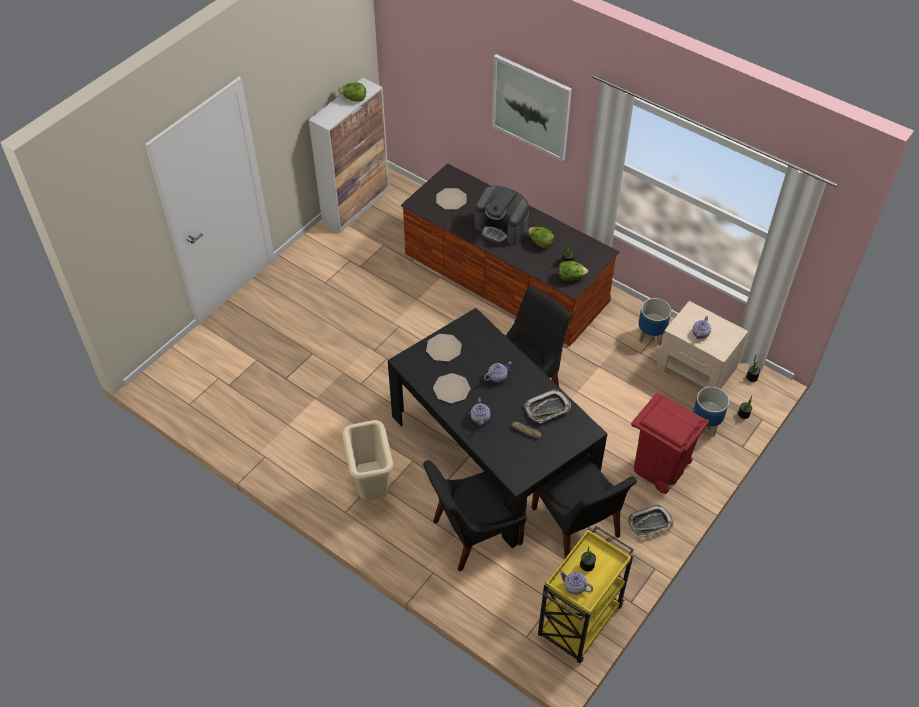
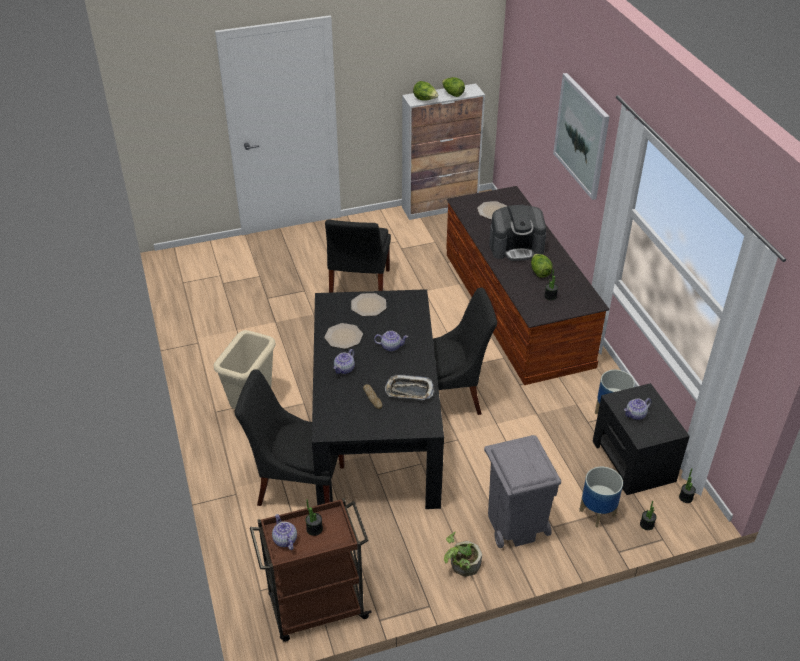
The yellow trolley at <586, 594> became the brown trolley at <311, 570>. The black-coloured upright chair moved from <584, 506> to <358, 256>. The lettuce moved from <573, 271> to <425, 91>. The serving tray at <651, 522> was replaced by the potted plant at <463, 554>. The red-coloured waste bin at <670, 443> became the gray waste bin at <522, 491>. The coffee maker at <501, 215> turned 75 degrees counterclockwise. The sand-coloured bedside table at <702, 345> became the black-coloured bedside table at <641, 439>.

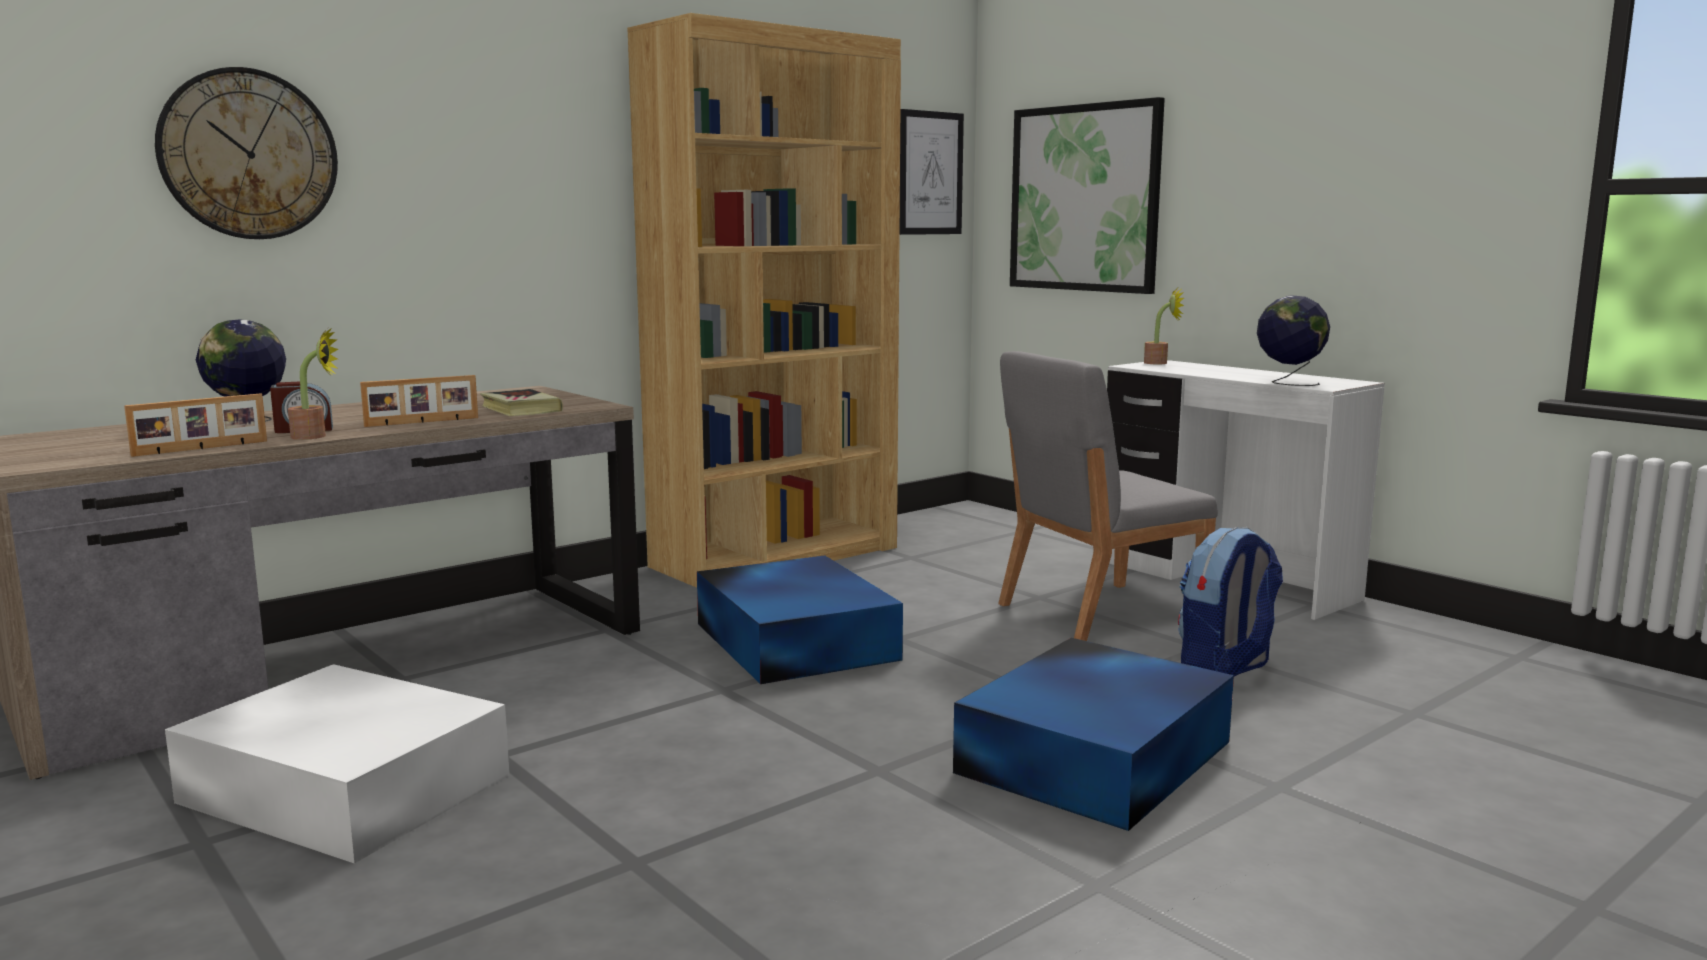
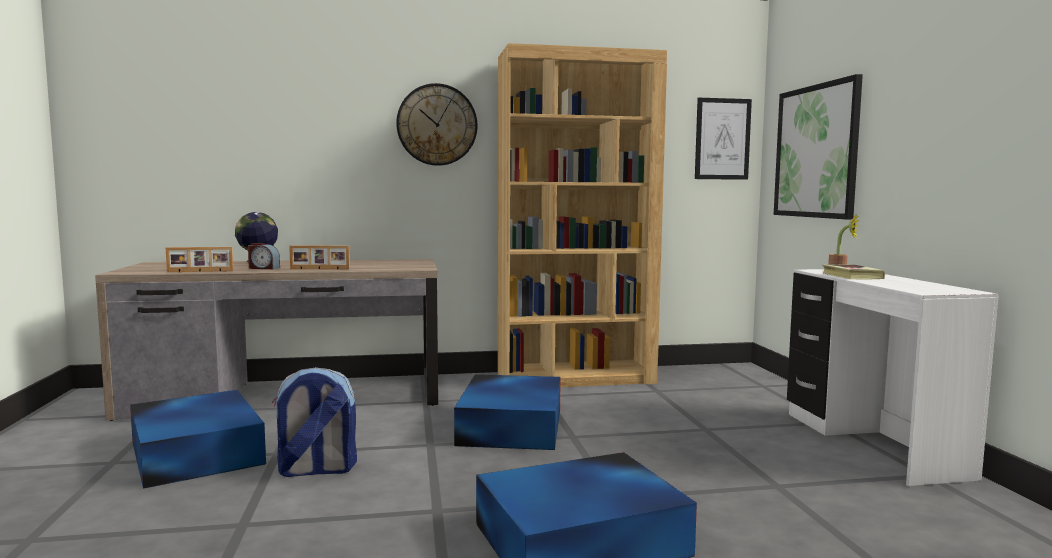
The white storage bin at <337, 764> became the blue storage bin at <198, 439>. The backpack moved from <1230, 602> to <314, 422>. The hanging clock moved from <246, 153> to <436, 124>. The bound book moved from <521, 402> to <853, 272>. The potted plant at <313, 384> disappeared. The gray upright chair at <1108, 496> disappeared. The desk globe at <1293, 340> disappeared.

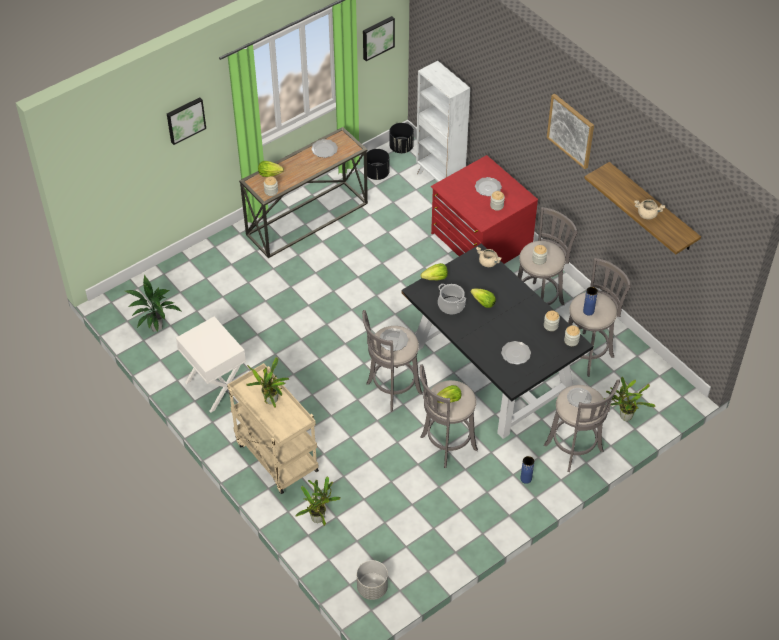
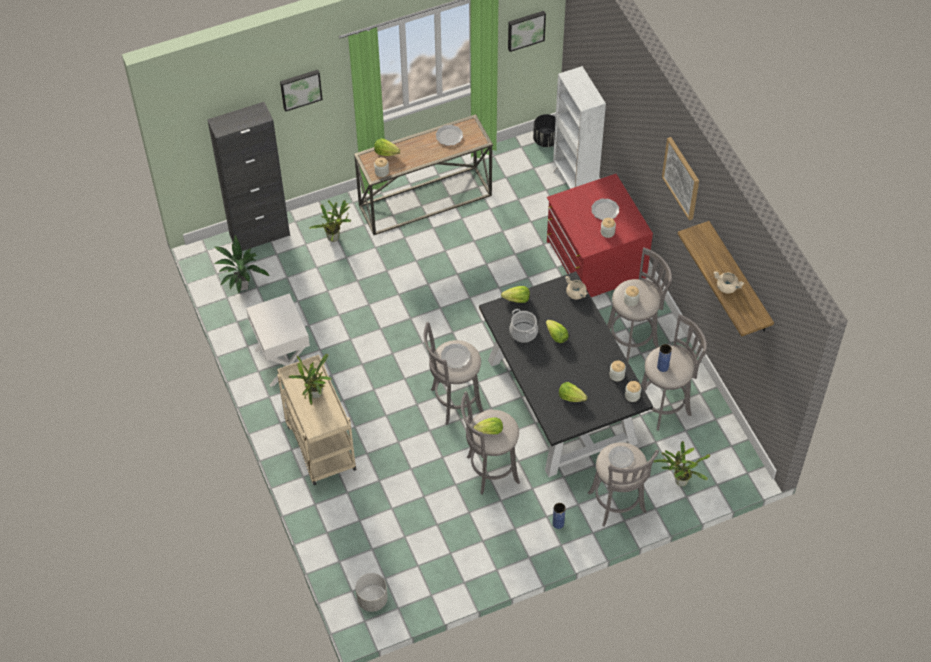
The black-coloured storage cabinet at <248, 176> appeared. The potted plant moved from <318, 501> to <330, 221>. The dinner plate at <516, 353> was replaced by the lettuce at <573, 392>. The black-coloured flower pot at <378, 164> disappeared.

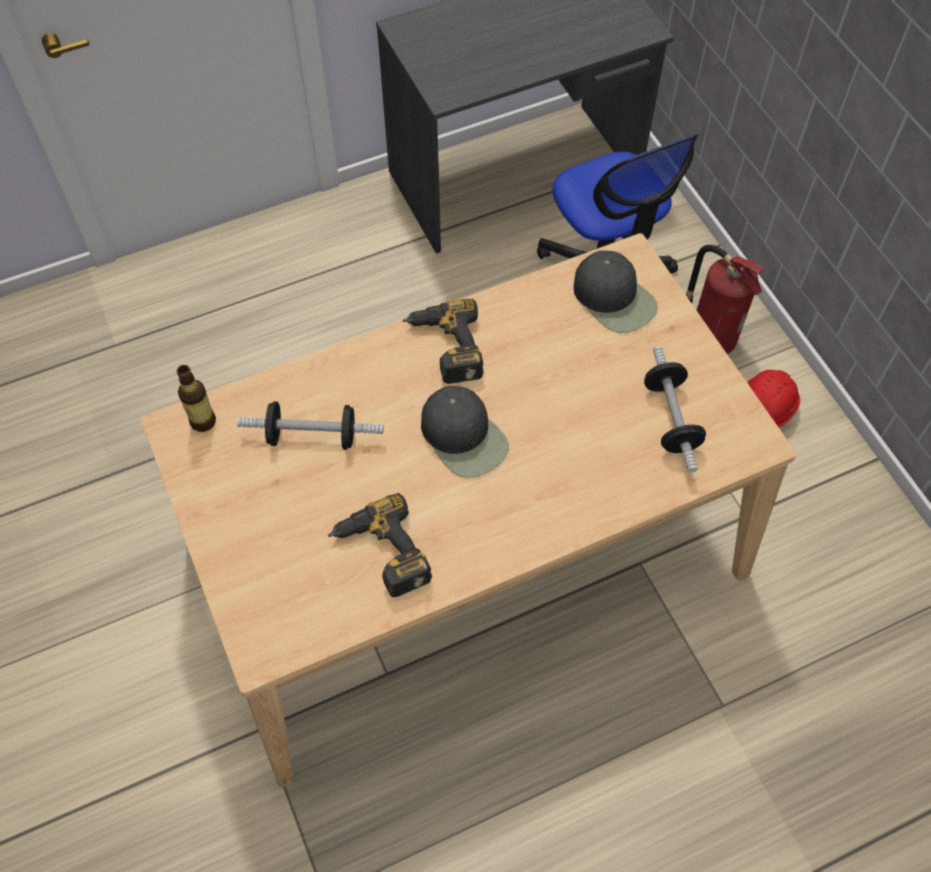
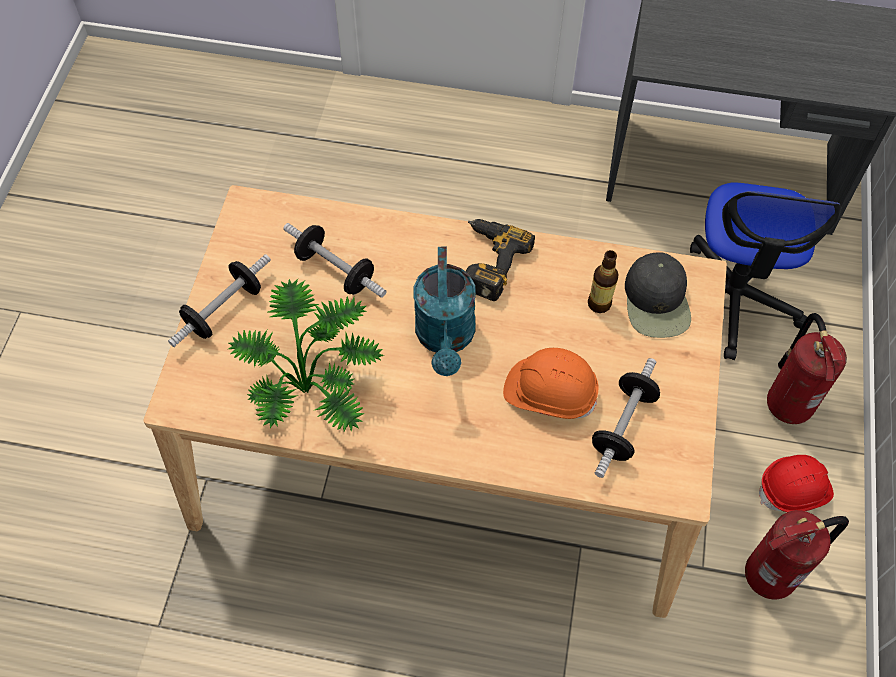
The free weight at <219, 300> appeared. The electric drill at <380, 545> was replaced by the potted plant at <306, 355>. The black-coloured baseball cap at <465, 432> was replaced by the turquoise watering pot at <444, 311>. The orange work helmet at <550, 383> appeared. The bottle moved from <196, 398> to <603, 281>. The fire extinguisher at <797, 555> appeared.

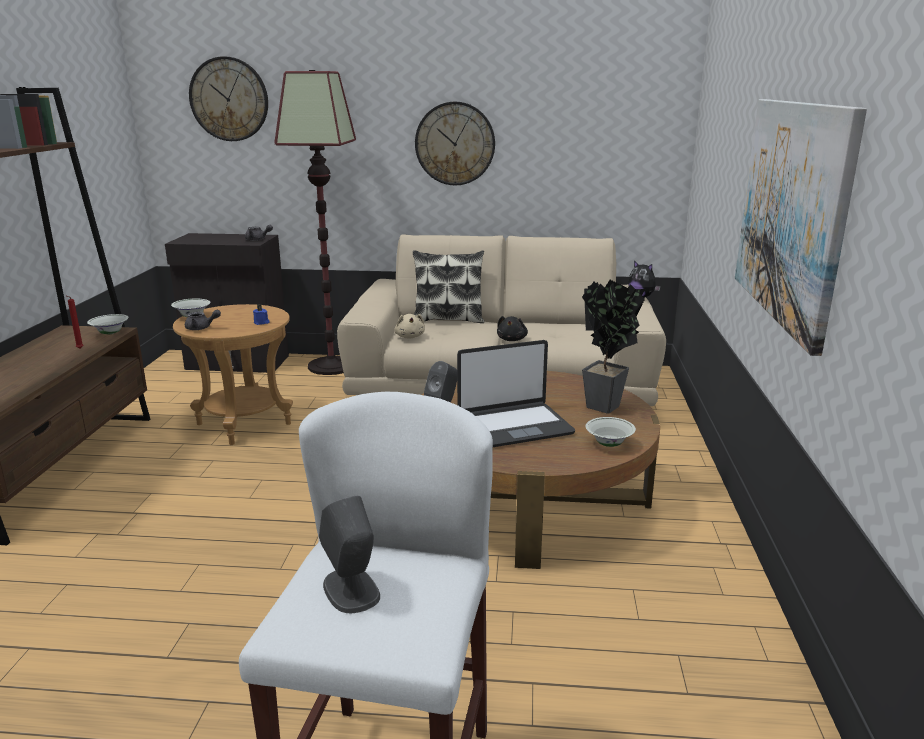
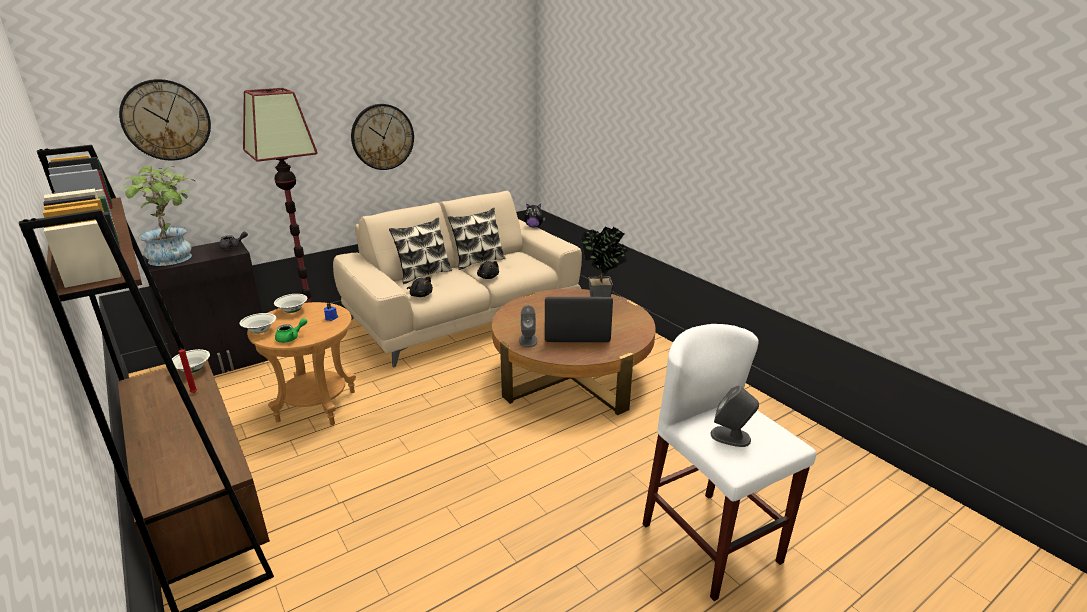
The potted plant at <156, 216> appeared. The white deep dish moved from <610, 432> to <290, 303>. The gray pot for tea at <203, 320> became the greenish pot for tea at <291, 330>. The sand-coloured plush toy at <409, 326> became the black-coloured plush toy at <420, 287>. The throw pillow at <476, 239> appeared. The notebook computer at <516, 393> turned 120 degrees counterclockwise. The wall picture at <801, 227> disappeared.

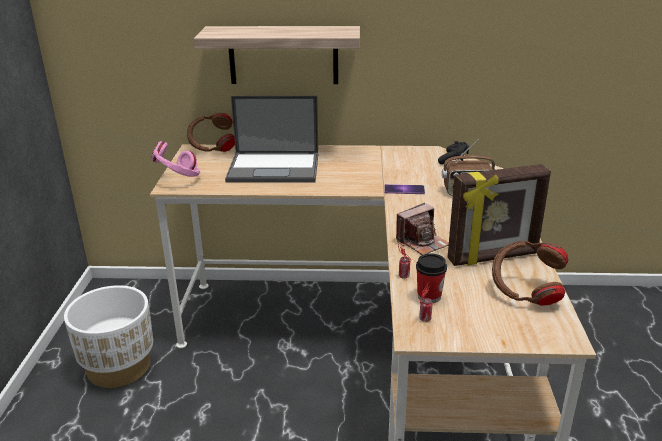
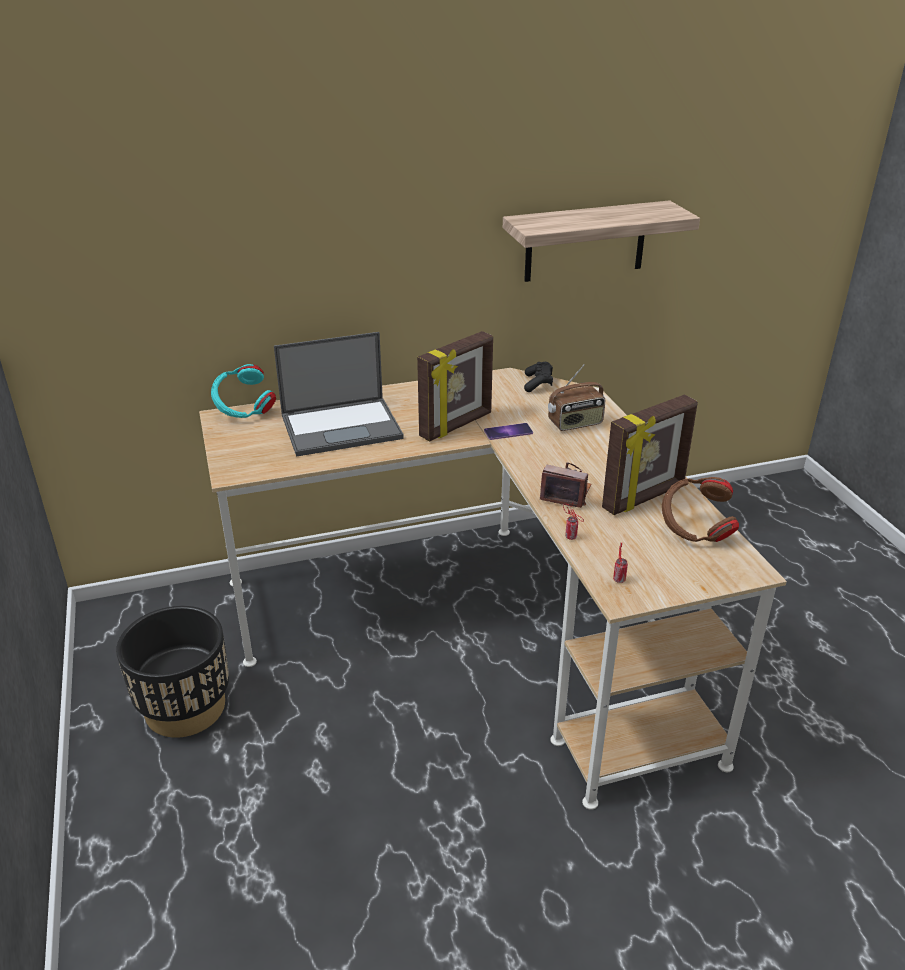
The white flower pot at <108, 336> became the black-coloured flower pot at <172, 672>. The brown pair of headphones at <211, 132> became the turquoise pair of headphones at <243, 391>. The standing frame at <455, 386> appeared. The shelf moved from <277, 55> to <601, 241>. The photo camera at <422, 229> turned 105 degrees counterclockwise. The pink-coloured pair of headphones at <175, 159> disappeared. The cup at <431, 278> disappeared.

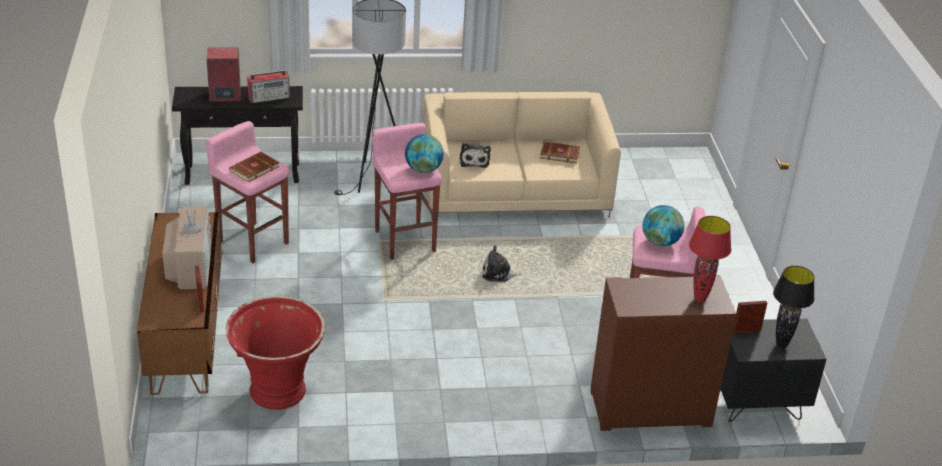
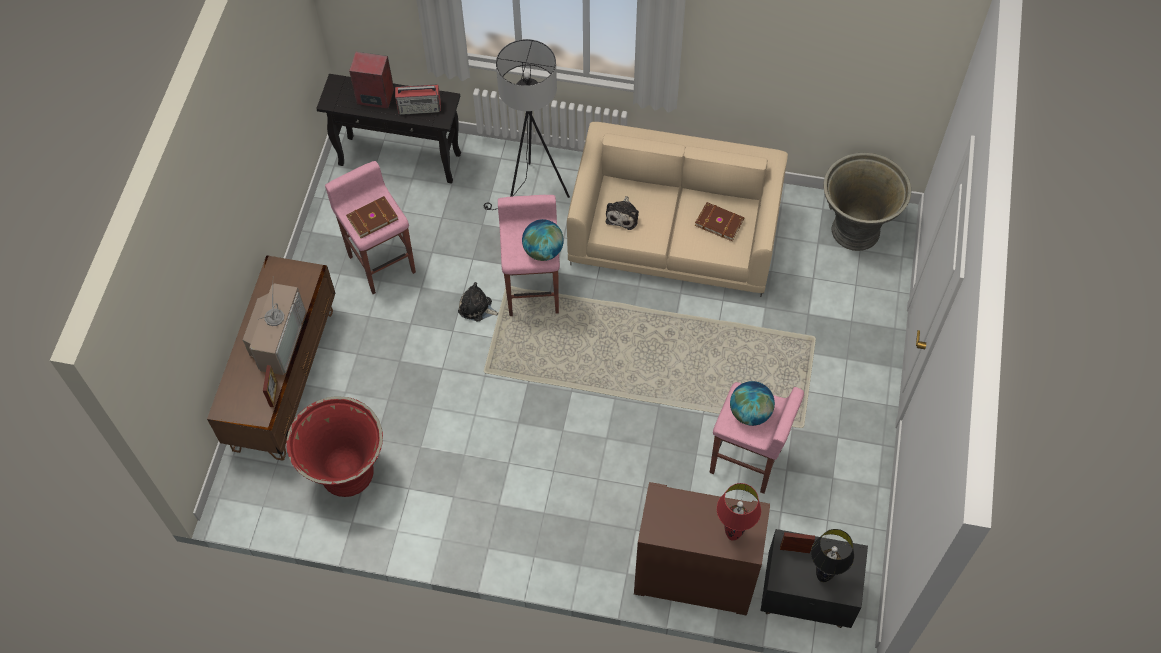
The plush toy moved from <502, 263> to <478, 301>. The gray flower pot at <867, 202> appeared.

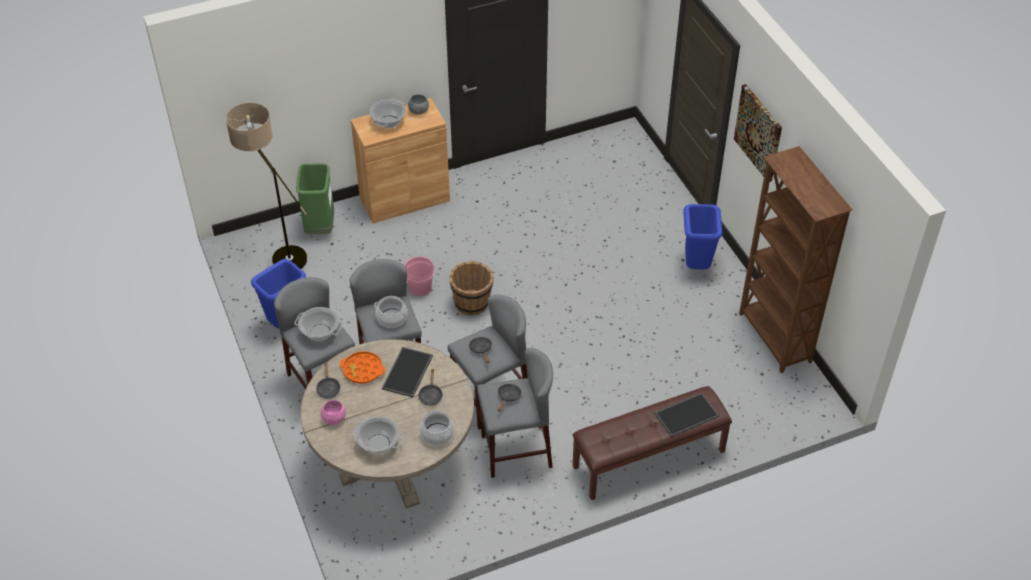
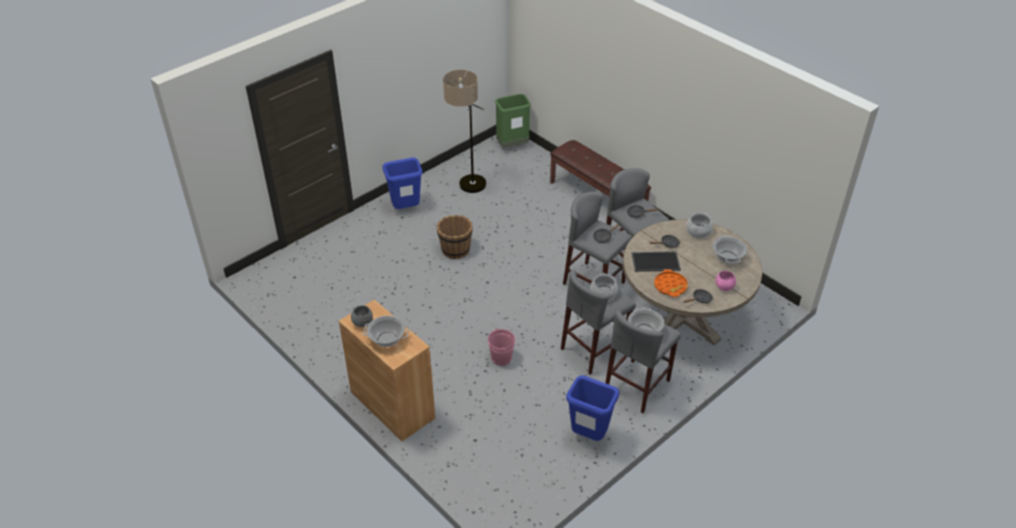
The brown bucket moved from <471, 288> to <455, 237>. The standing lamp moved from <266, 186> to <464, 131>. The greenish waste bin moved from <315, 199> to <513, 120>. The serving tray at <686, 414> disappeared. The wall picture at <758, 133> disappeared. The brown bookcase at <796, 259> disappeared.

